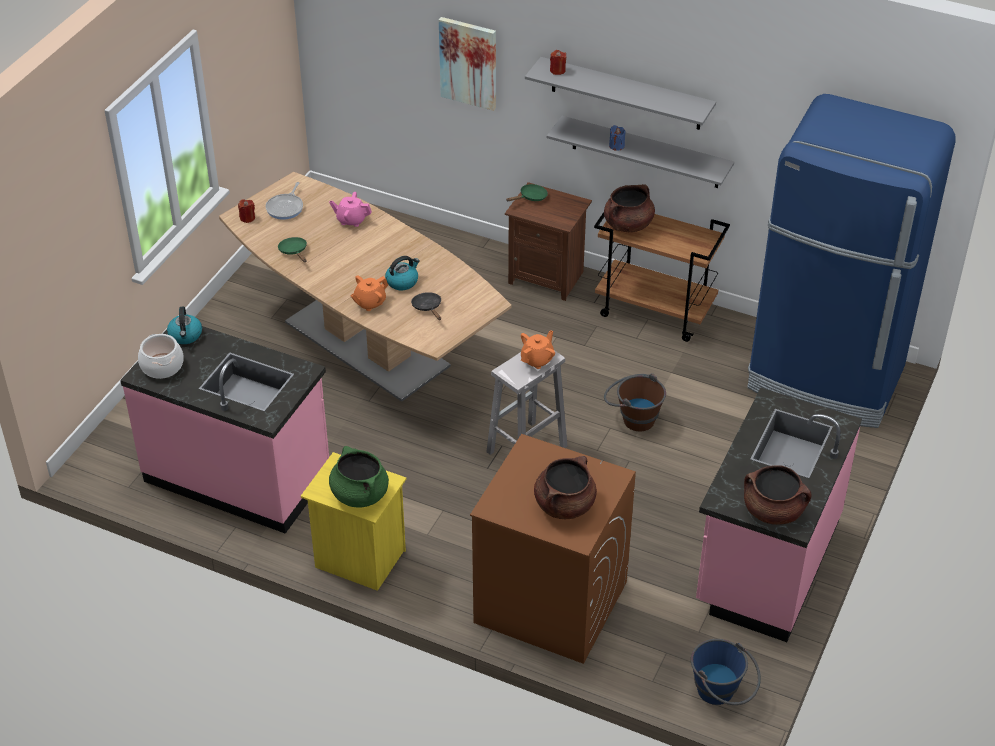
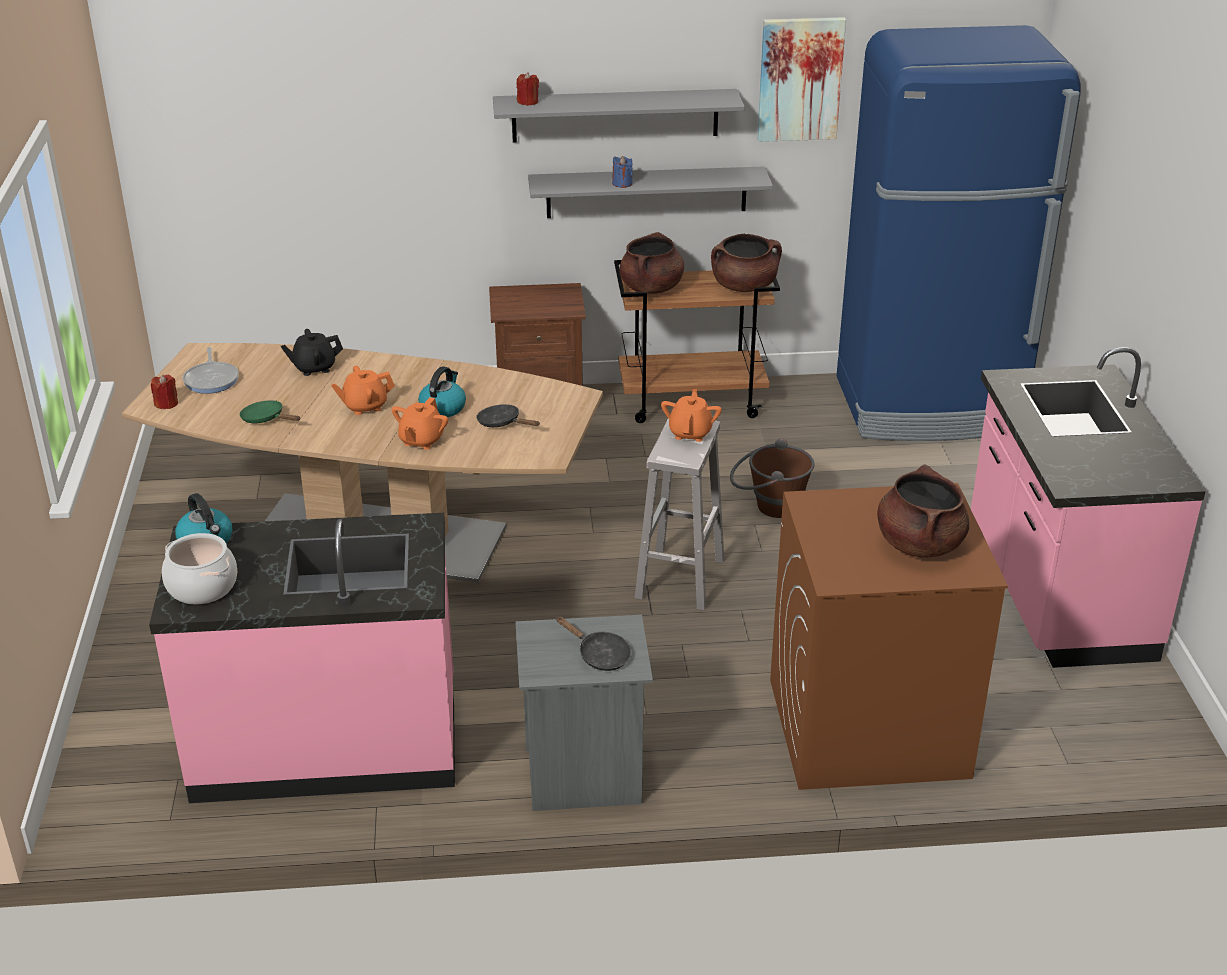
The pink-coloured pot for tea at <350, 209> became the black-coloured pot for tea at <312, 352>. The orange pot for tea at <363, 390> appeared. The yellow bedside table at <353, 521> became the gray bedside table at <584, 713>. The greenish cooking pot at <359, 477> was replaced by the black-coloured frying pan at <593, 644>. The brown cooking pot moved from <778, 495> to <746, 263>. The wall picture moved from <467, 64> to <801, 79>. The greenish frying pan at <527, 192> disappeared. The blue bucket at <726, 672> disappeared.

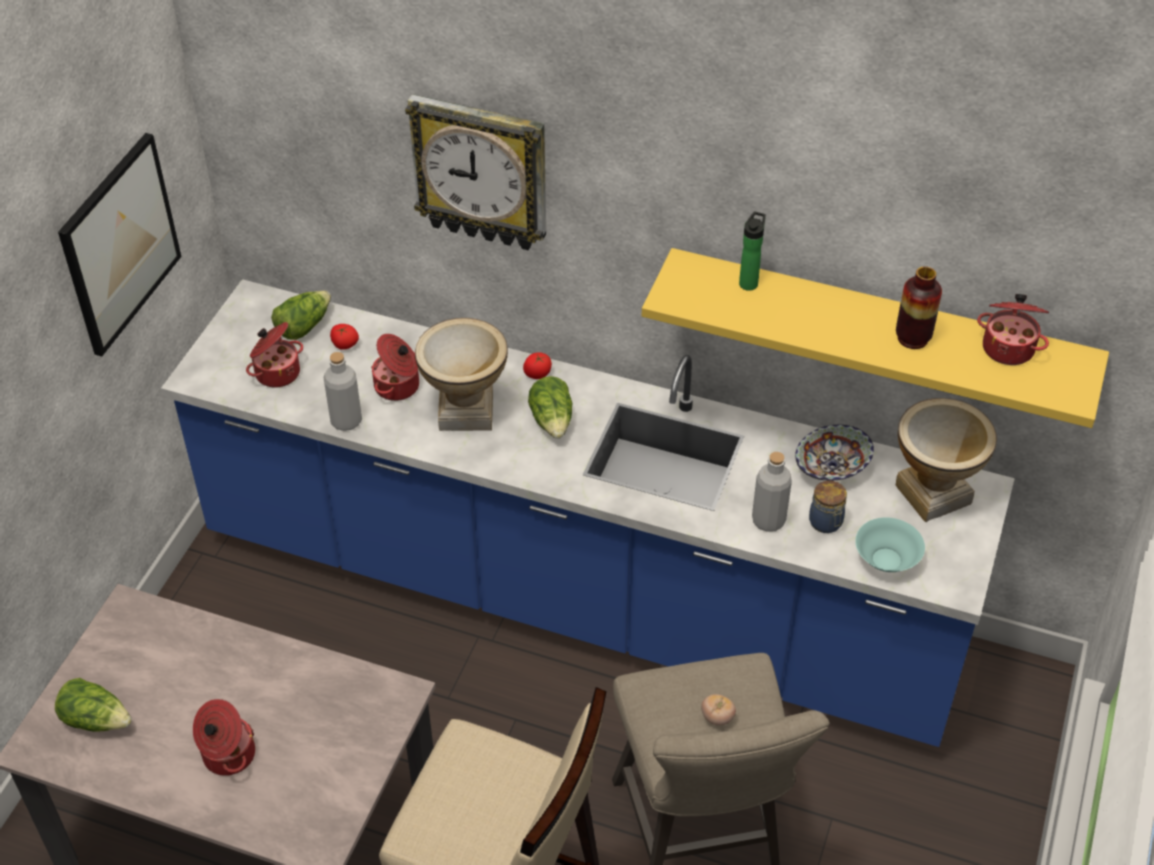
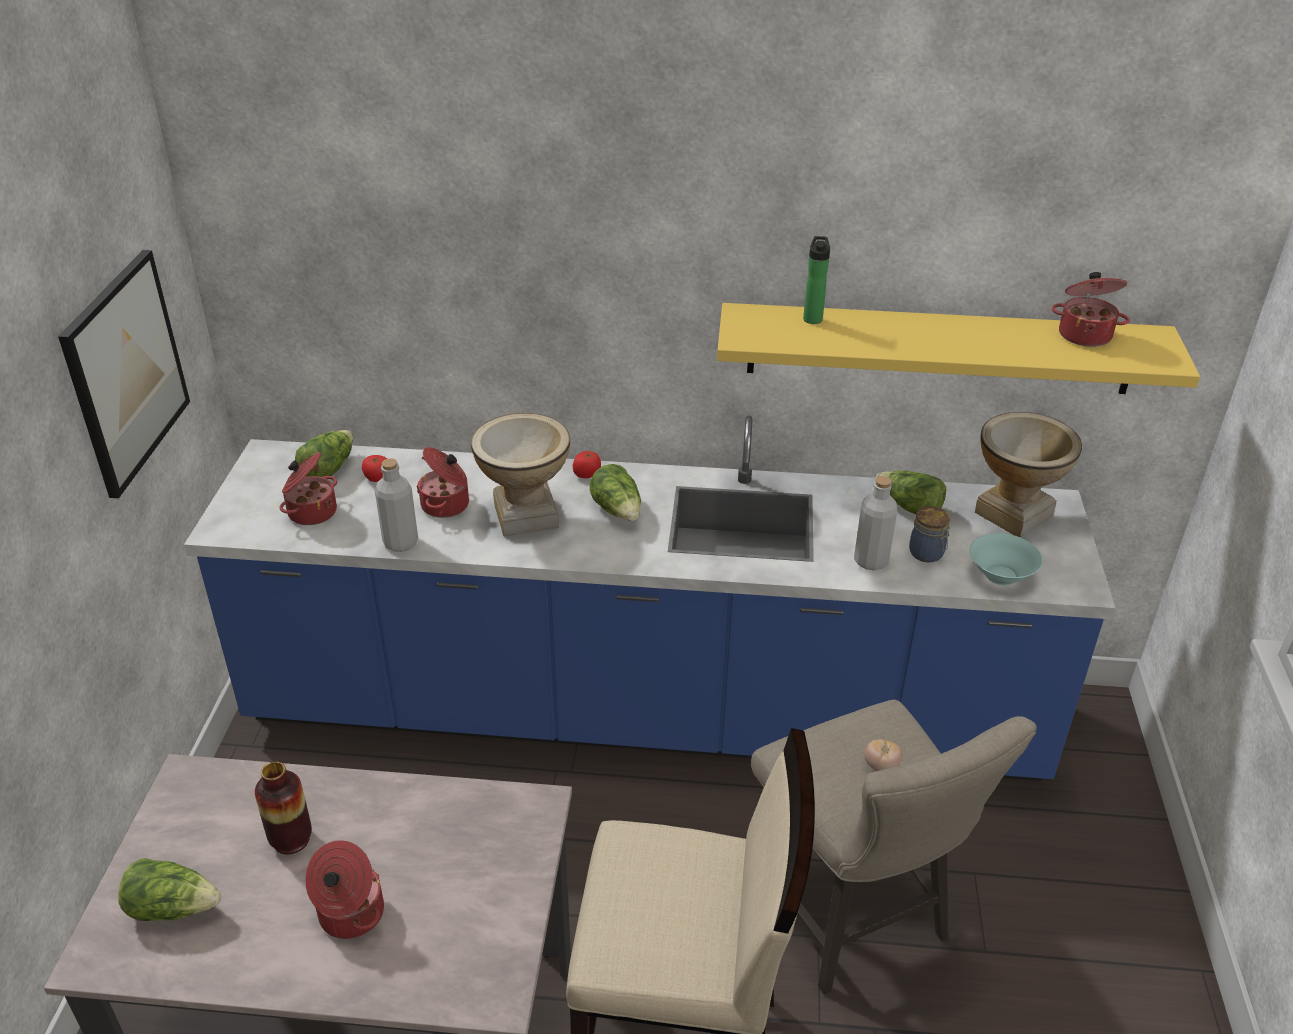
The decorative vase moved from <919, 307> to <283, 807>. The deep dish at <834, 453> was replaced by the lettuce at <910, 492>. The hanging clock at <475, 172> disappeared.

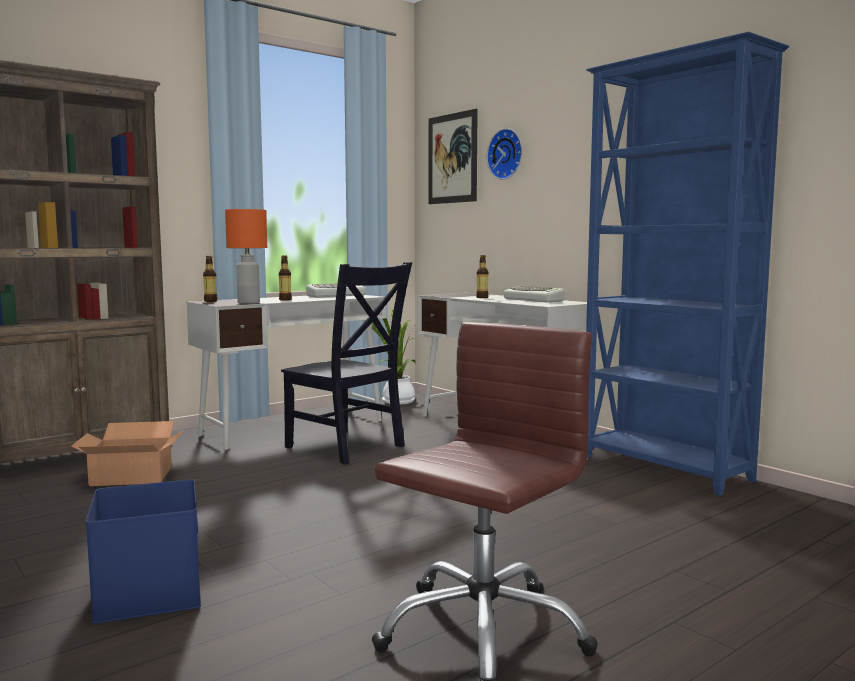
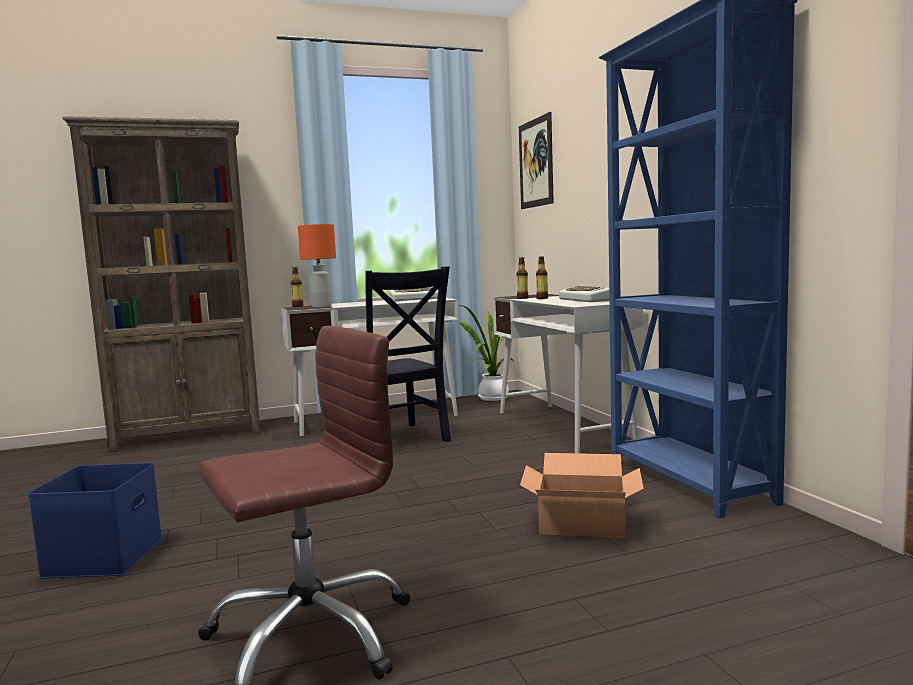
The bottle moved from <285, 278> to <522, 278>. The carton moved from <127, 453> to <582, 495>. The hanging clock at <504, 154> disappeared.

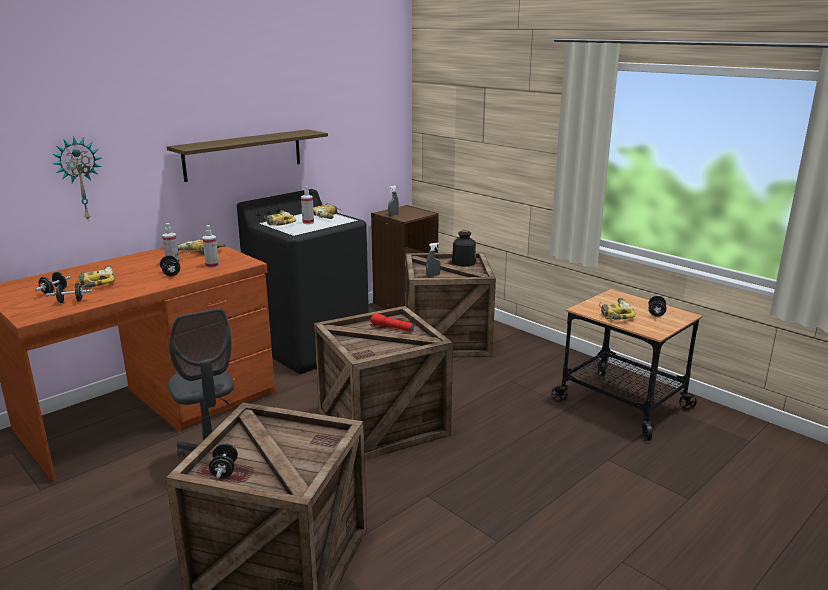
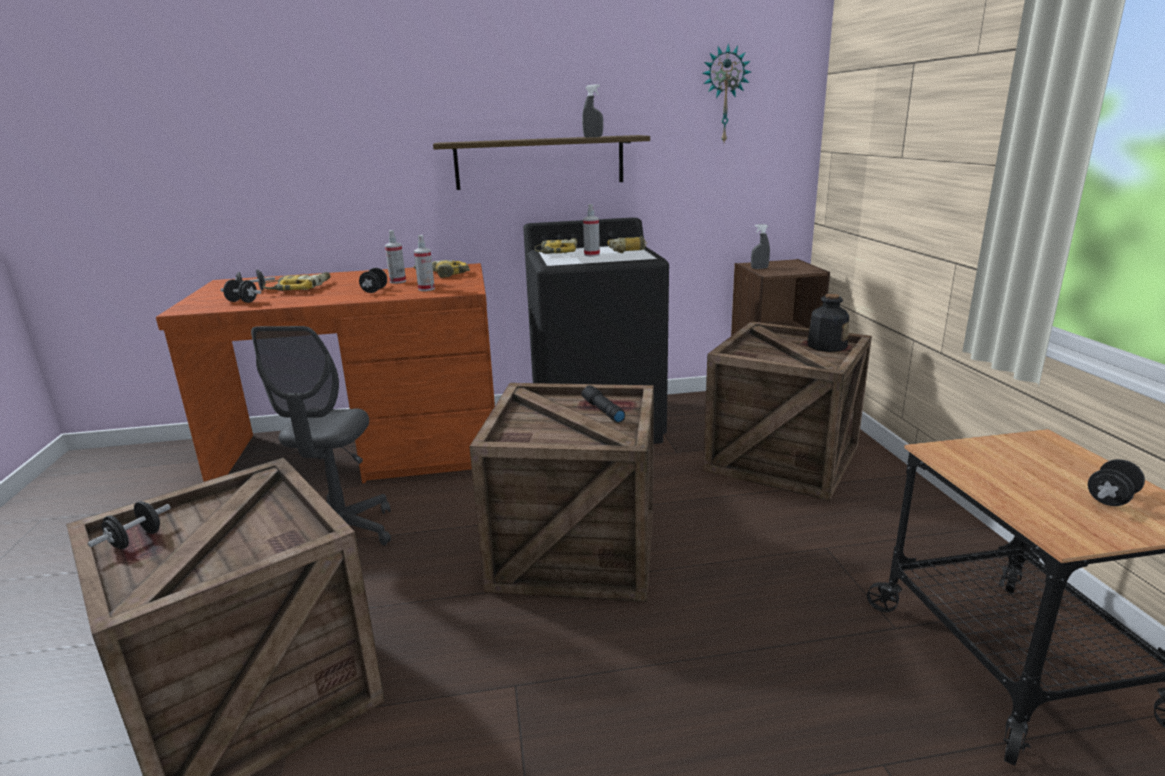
The red-coloured flashlight at <392, 322> became the black-coloured flashlight at <603, 404>. The gray hand sprayer moved from <433, 260> to <592, 110>. The hanging clock moved from <76, 177> to <726, 92>. The electric drill at <617, 309> disappeared.

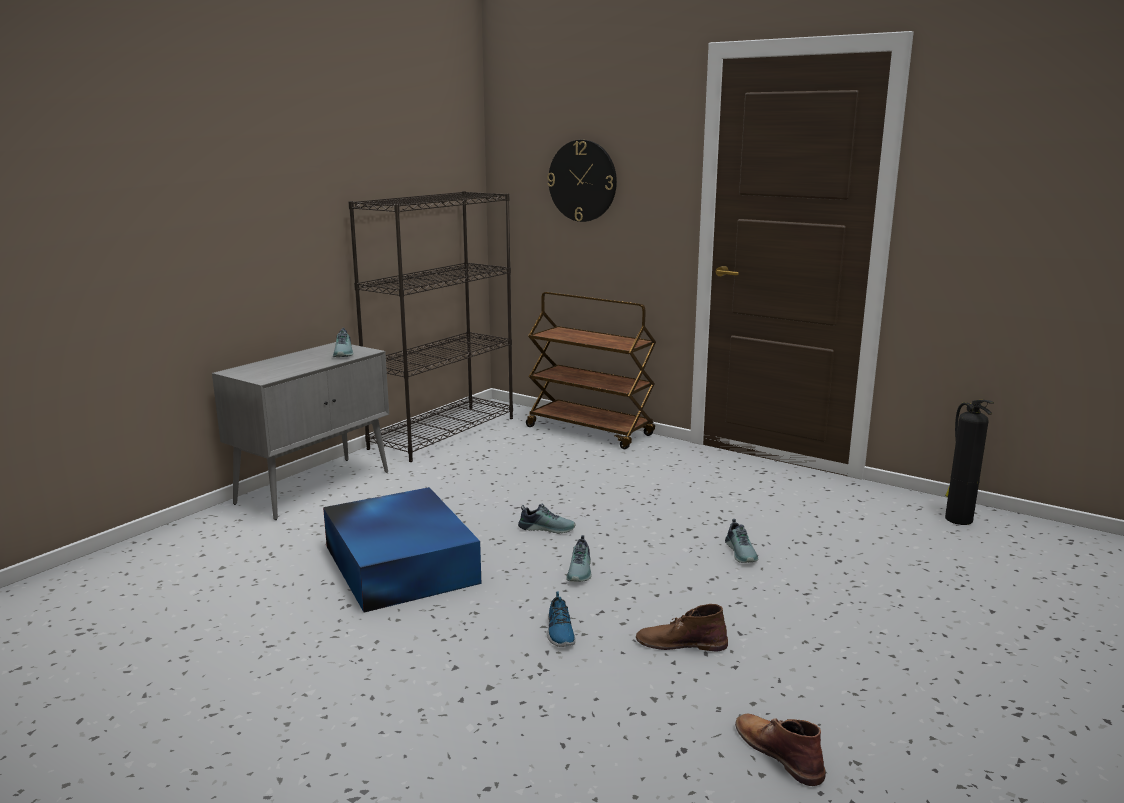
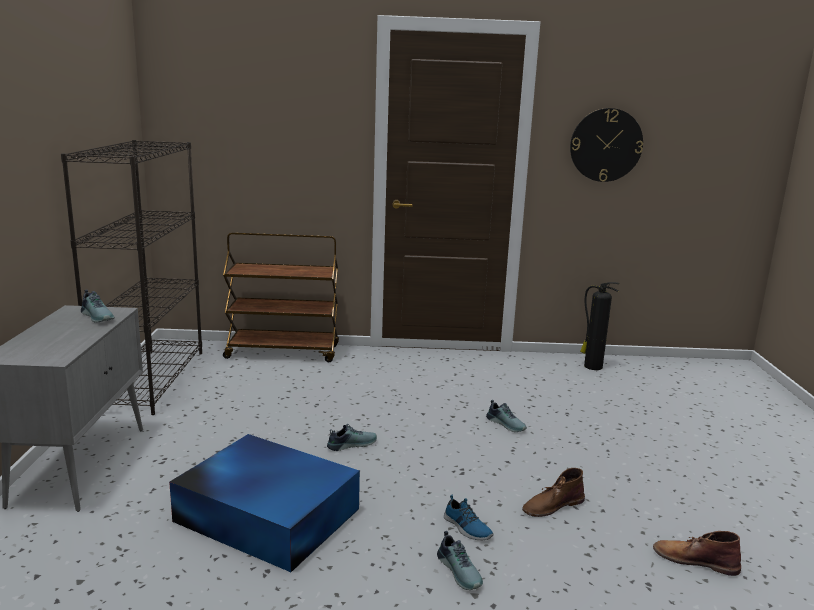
The low shoe moved from <579, 558> to <460, 560>. The hanging clock moved from <582, 181> to <606, 145>.

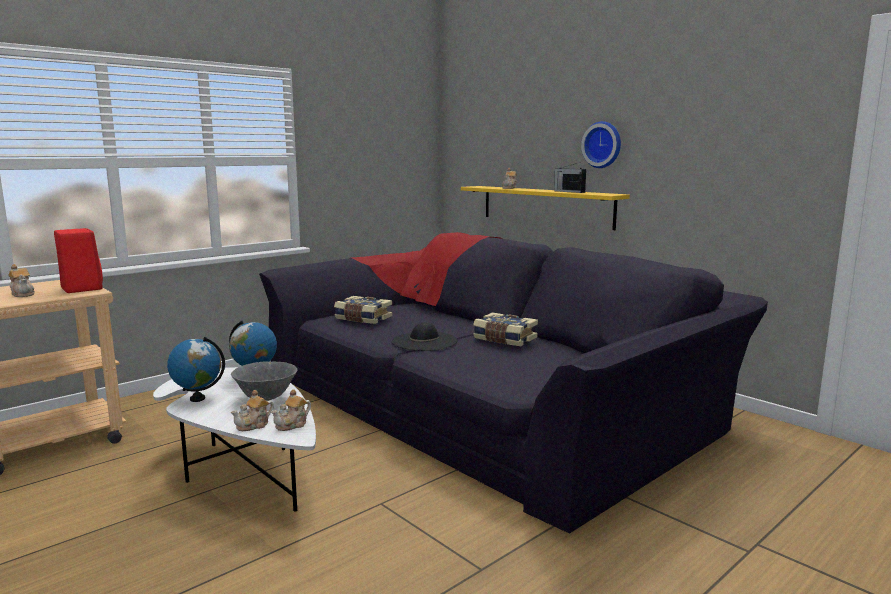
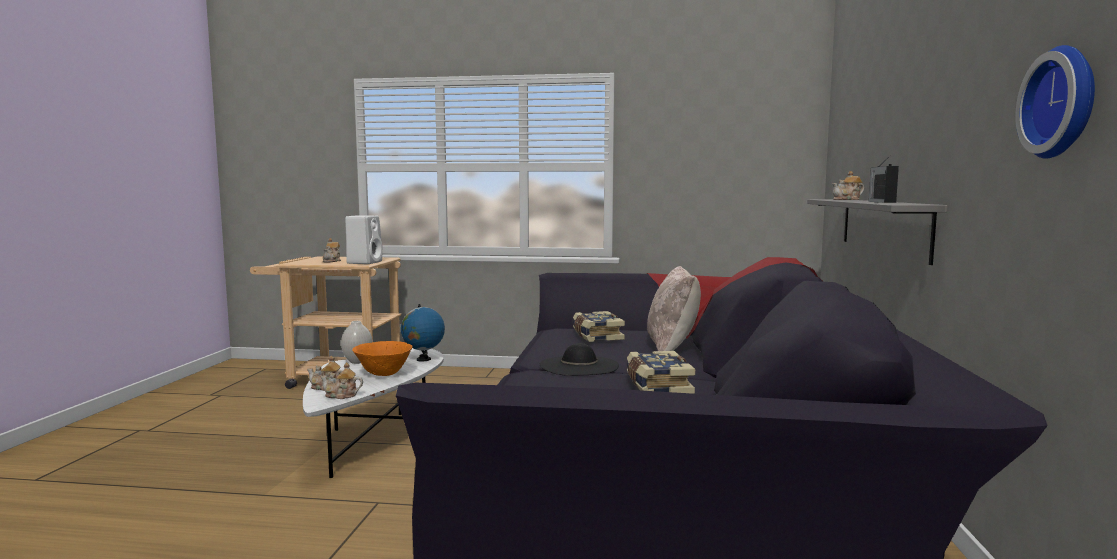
The desk globe at <196, 369> was replaced by the white decorative vase at <357, 342>. The red-coloured audio speaker at <78, 260> became the white audio speaker at <364, 239>. The gray deep dish at <264, 381> became the orange deep dish at <382, 358>. The sand-coloured throw pillow at <674, 308> appeared. The yellow shelf at <545, 208> became the gray shelf at <877, 232>. The hanging clock moved from <601, 144> to <1055, 102>.

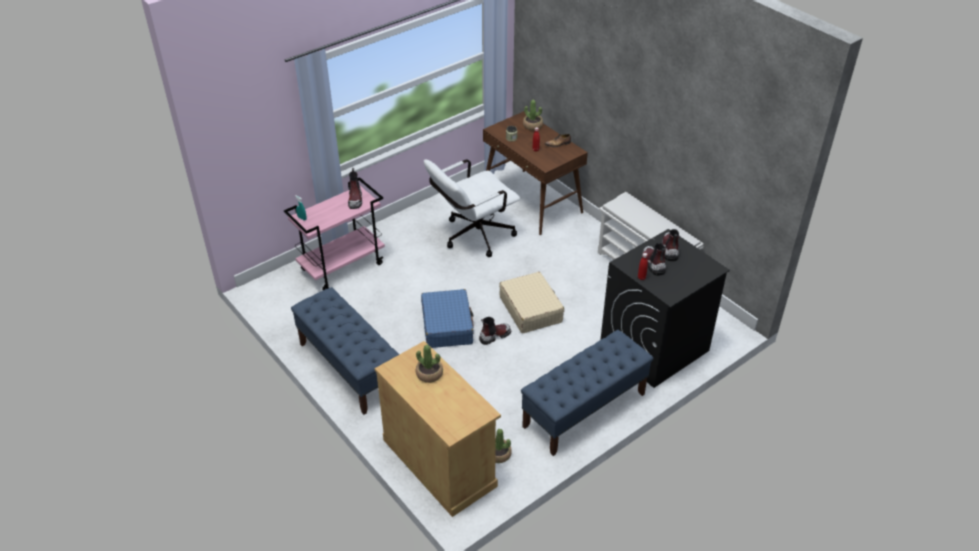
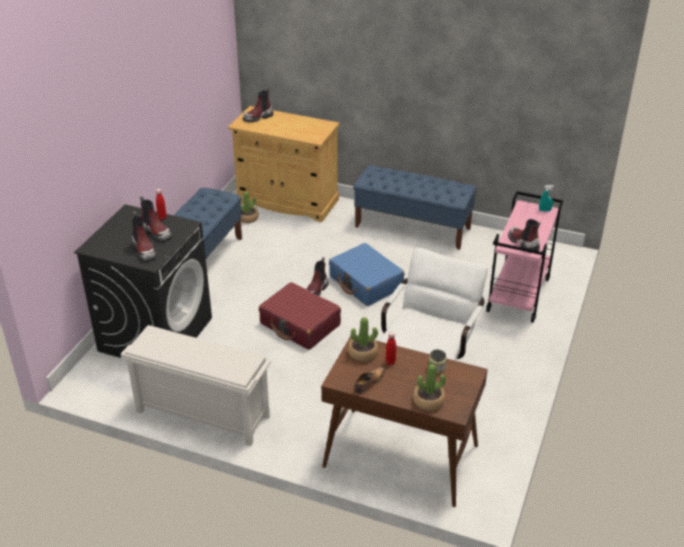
The high-top boot at <258, 105> appeared. The sand-coloured suitcase at <531, 303> became the red-coloured suitcase at <300, 316>. The potted plant moved from <429, 364> to <363, 339>.

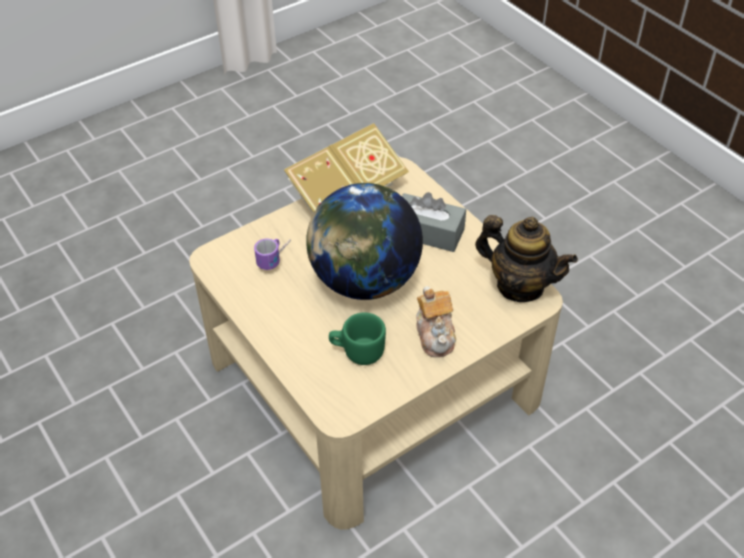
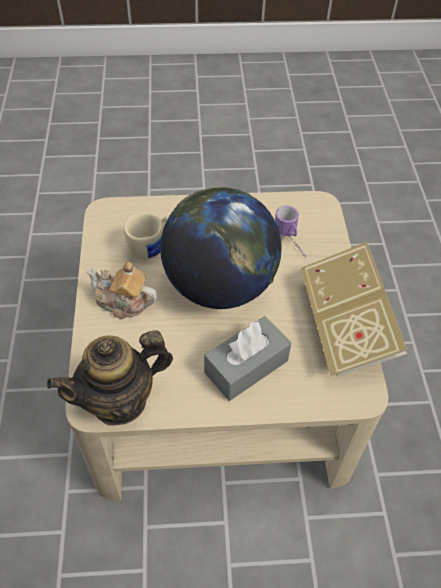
The greenish coffee mug at <357, 338> became the sand-coloured coffee mug at <146, 236>.

